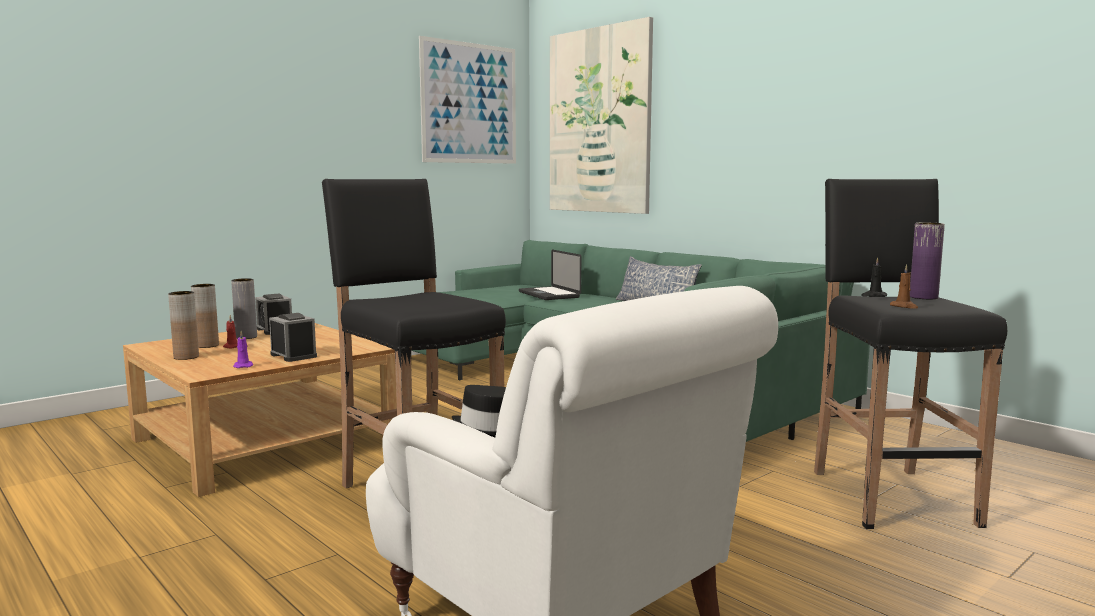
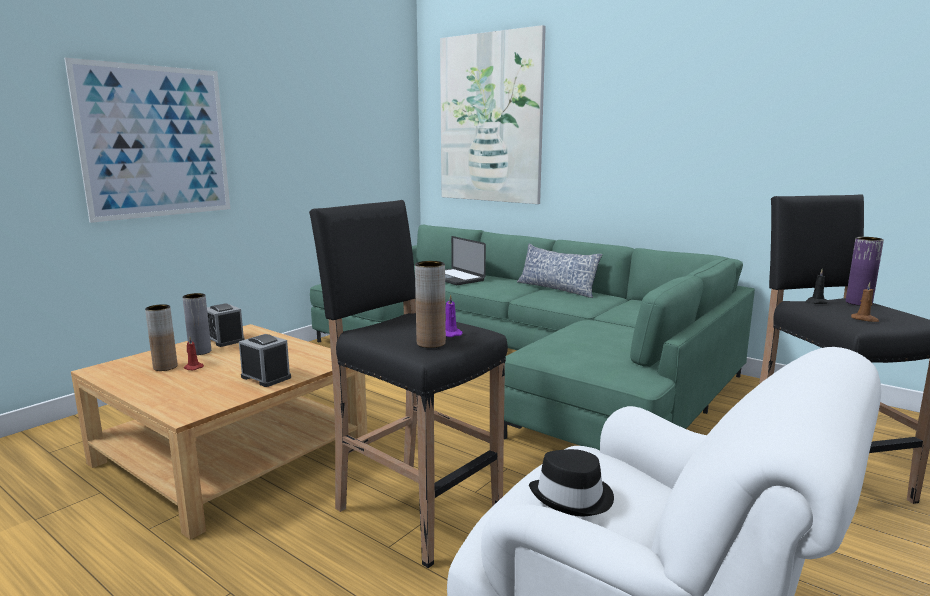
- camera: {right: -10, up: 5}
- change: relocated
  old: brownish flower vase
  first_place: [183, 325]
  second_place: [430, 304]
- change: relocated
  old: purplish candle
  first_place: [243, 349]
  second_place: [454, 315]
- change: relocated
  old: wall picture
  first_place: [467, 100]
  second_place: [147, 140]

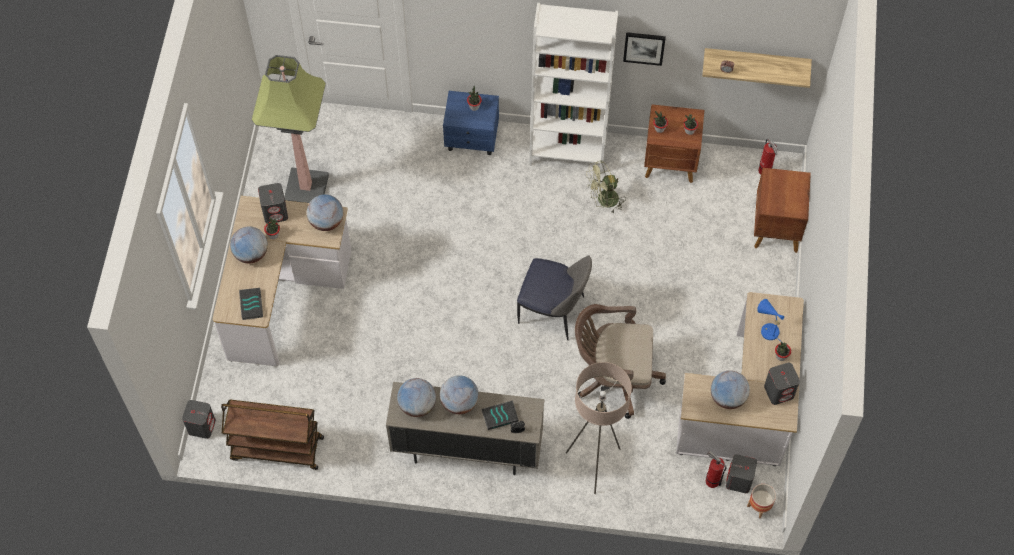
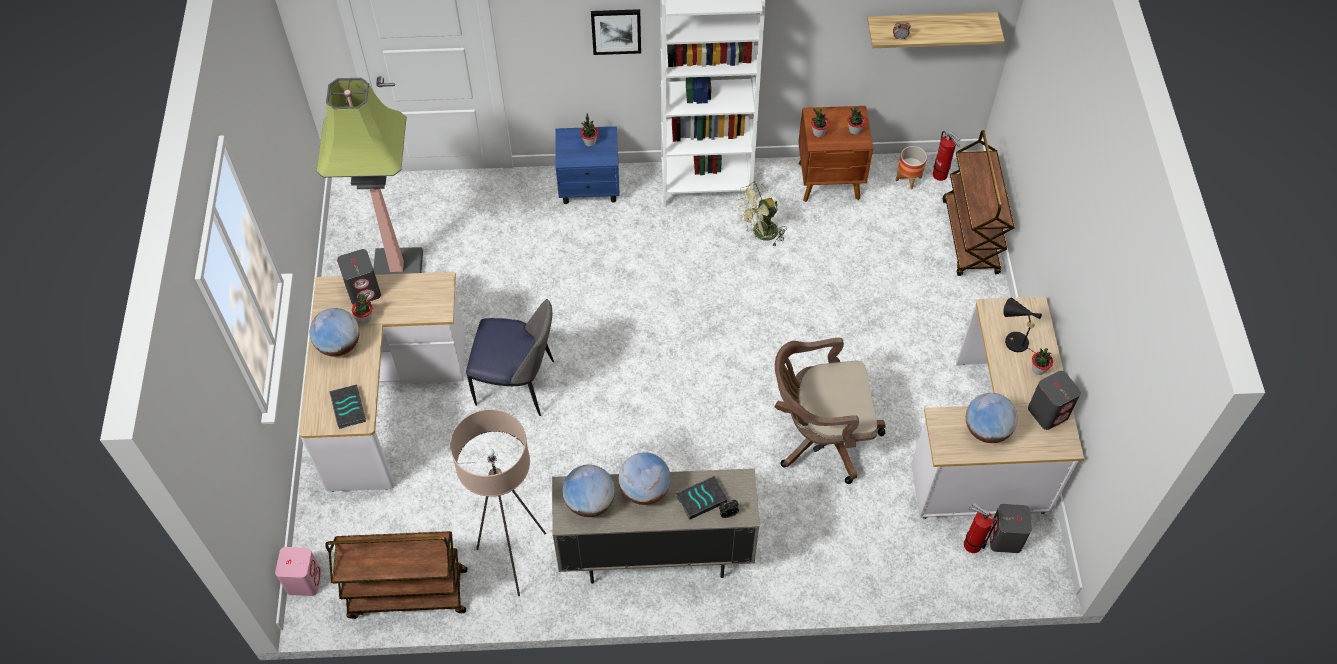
- camera: {right: -10, up: -5}
- change: missing
  old: world globe
  first_place: [325, 212]
- change: relocated
  old: chair
  first_place: [554, 297]
  second_place: [510, 357]
- change: relocated
  old: beige-coloured standing lamp
  first_place: [599, 428]
  second_place: [498, 502]
- change: relocated
  old: wall picture
  first_place: [644, 49]
  second_place: [616, 32]
- change: relocated
  old: planter
  first_place: [761, 501]
  second_place: [911, 167]
- change: exchanged
  old: brownish night table
  new: brownish cart
  first_place: [782, 210]
  second_place: [978, 203]
- change: colour
  old: gray loudspeaker
  new: pink loudspeaker
  first_place: [199, 419]
  second_place: [298, 571]
- change: colour
  old: blue-coloured table lamp
  new: black table lamp
  first_place: [770, 319]
  second_place: [1022, 325]

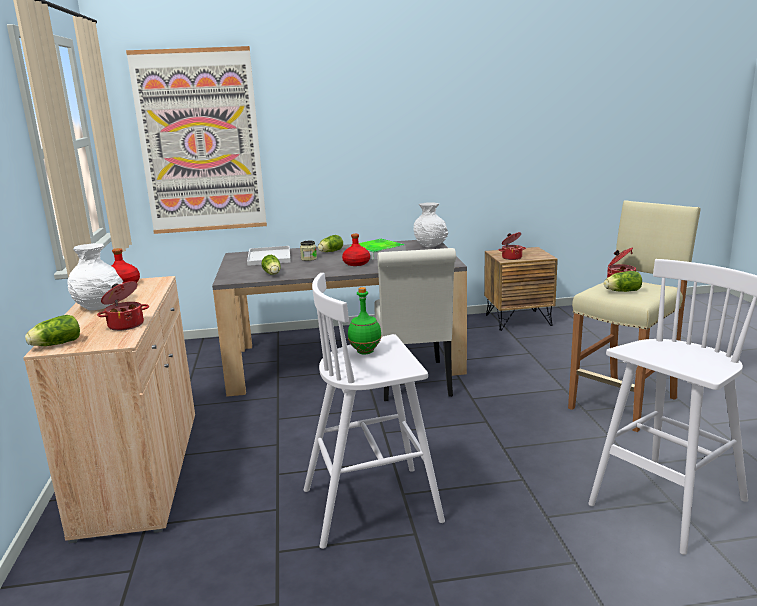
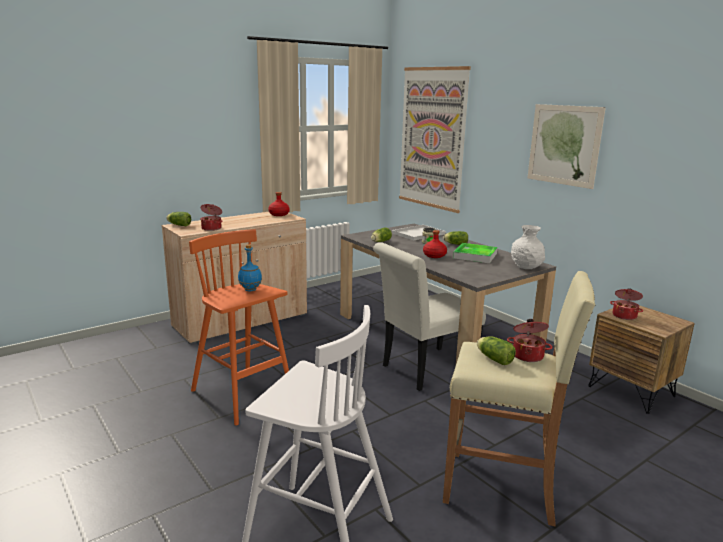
- camera: {right: 60, up: 0}
- change: missing
  old: white-coloured flower vase
  first_place: [95, 277]
- change: appeared
  new: wall picture
  second_place: [567, 146]
- change: colour
  old: white-coloured stool seat
  new: orange stool seat
  first_place: [374, 411]
  second_place: [239, 327]
- change: colour
  old: greenish bottle
  new: blue-coloured bottle
  first_place: [365, 320]
  second_place: [250, 268]

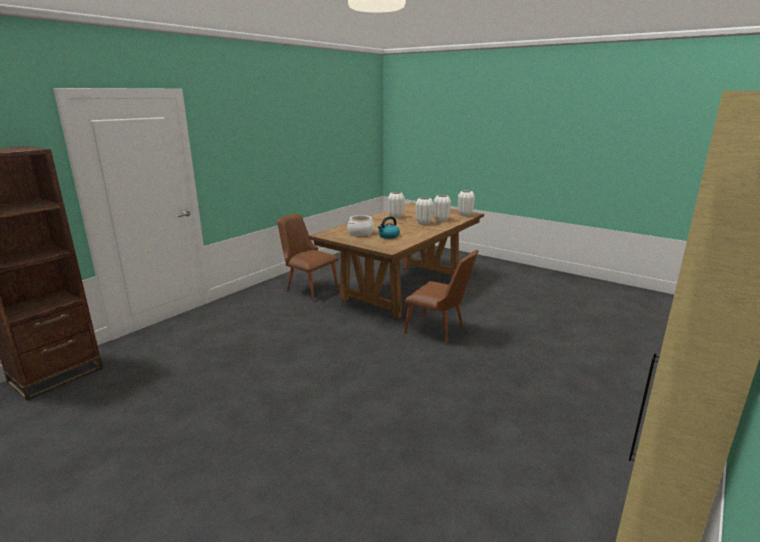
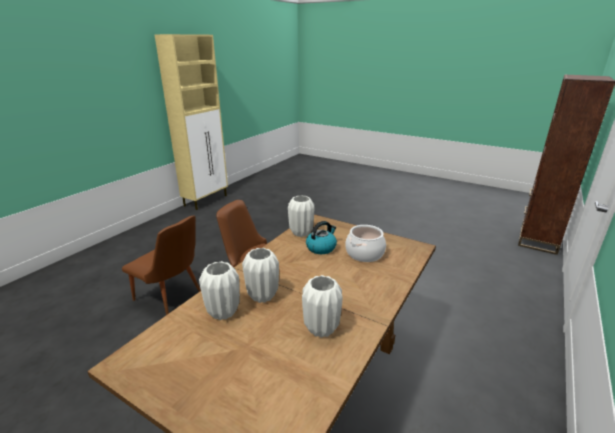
- camera: {right: 175, up: 5}
- change: relocated
  old: brownish chair
  first_place: [308, 258]
  second_place: [161, 265]
- change: relocated
  old: white-coloured flower vase
  first_place: [466, 203]
  second_place: [301, 216]

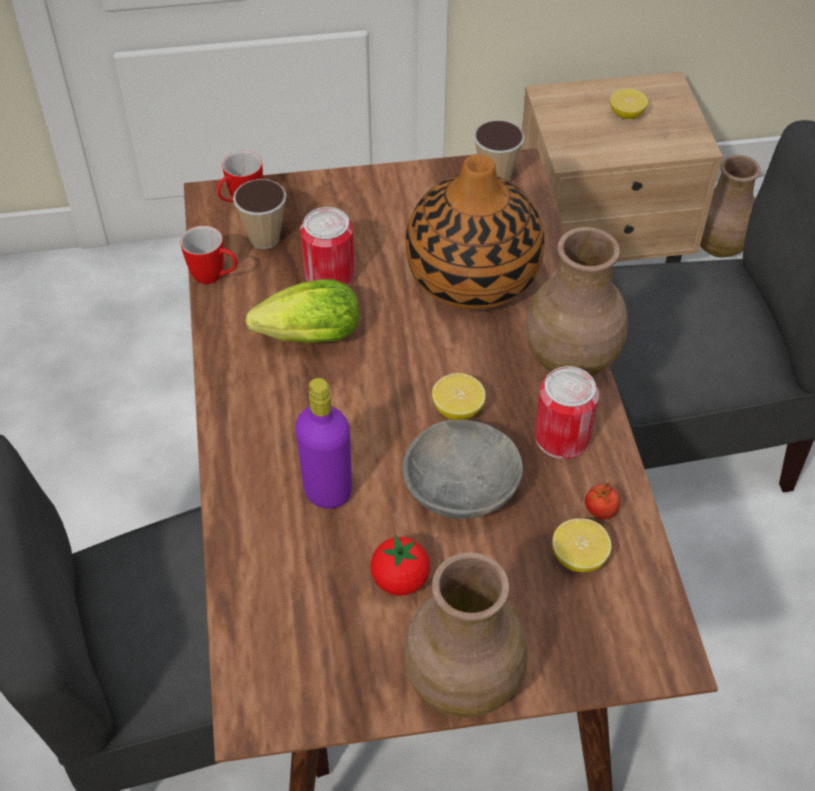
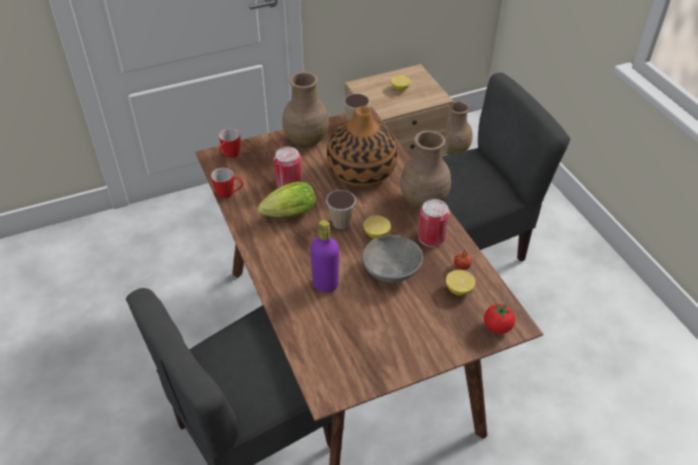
- camera: {right: -15, up: -5}
- change: relocated
  old: small cup
  first_place: [259, 214]
  second_place: [341, 209]
- change: relocated
  old: fresh tomato
  first_place: [400, 565]
  second_place: [499, 318]
- change: relocated
  old: brownish flower vase
  first_place: [465, 635]
  second_place: [305, 109]

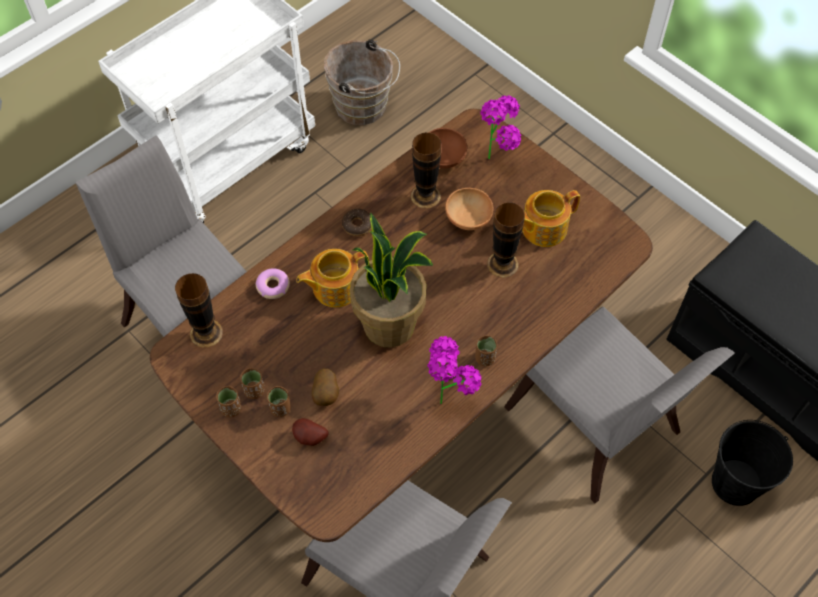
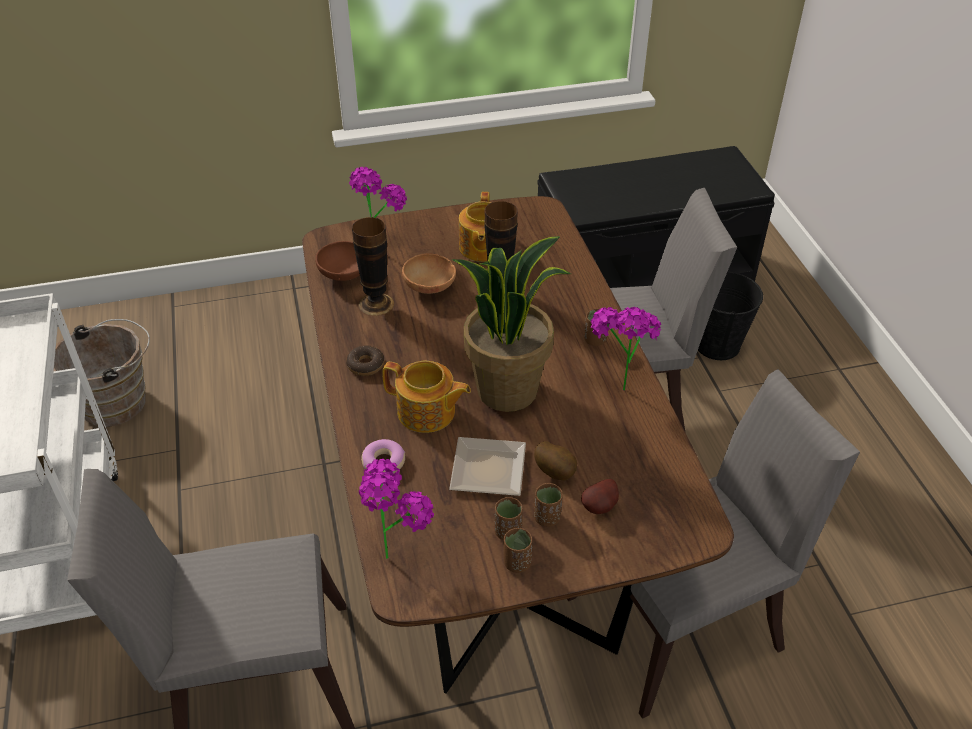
- camera: {right: -60, up: -15}
- change: appeared
  new: dinner plate
  second_place: [487, 466]
- change: exchanged
  old: flower vase
  new: houseplant
  first_place: [199, 310]
  second_place: [396, 509]
- change: spun
  old: teapot
  first_place: [332, 278]
  second_place: [426, 397]
  degrees: -75

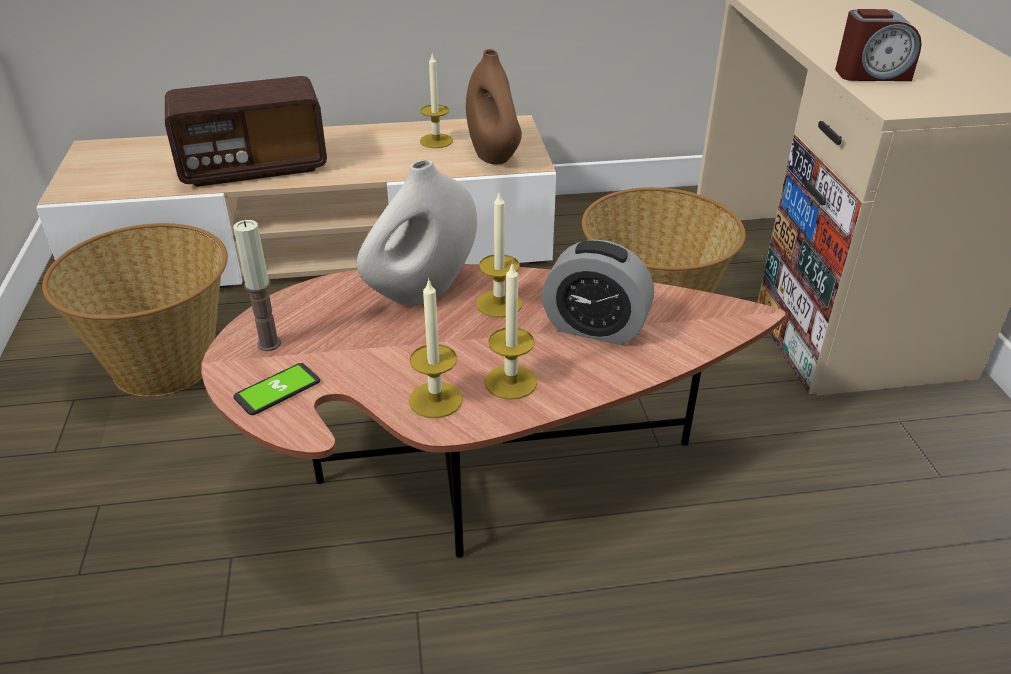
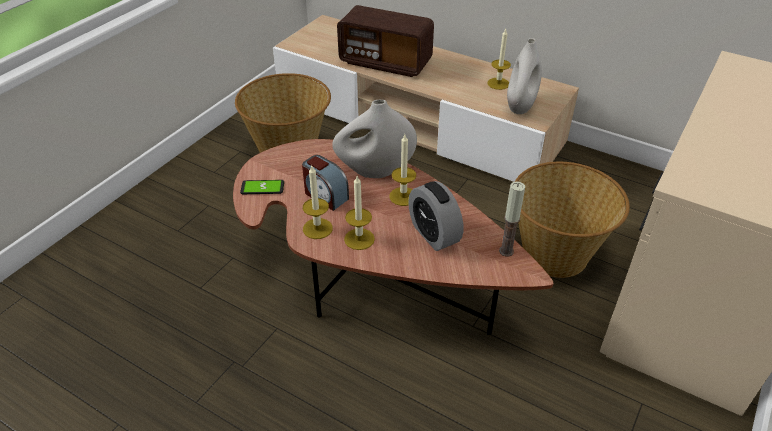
- camera: {right: 40, up: 5}
- change: relocated
  old: candle
  first_place: [257, 285]
  second_place: [512, 219]
- change: relocated
  old: bedside clock
  first_place: [878, 45]
  second_place: [325, 183]
- change: colour
  old: brownish flower vase
  new: white-coloured flower vase
  first_place: [494, 107]
  second_place: [524, 76]

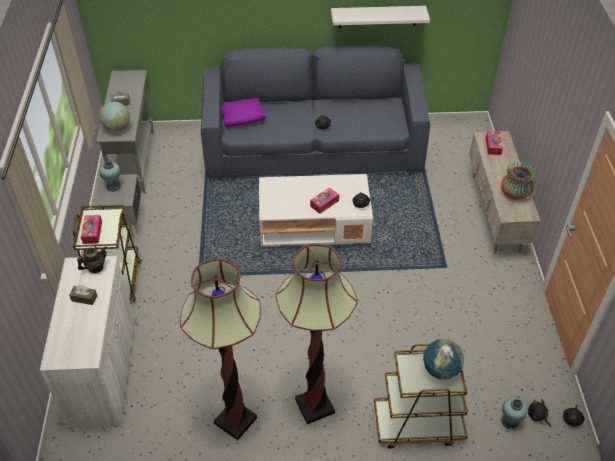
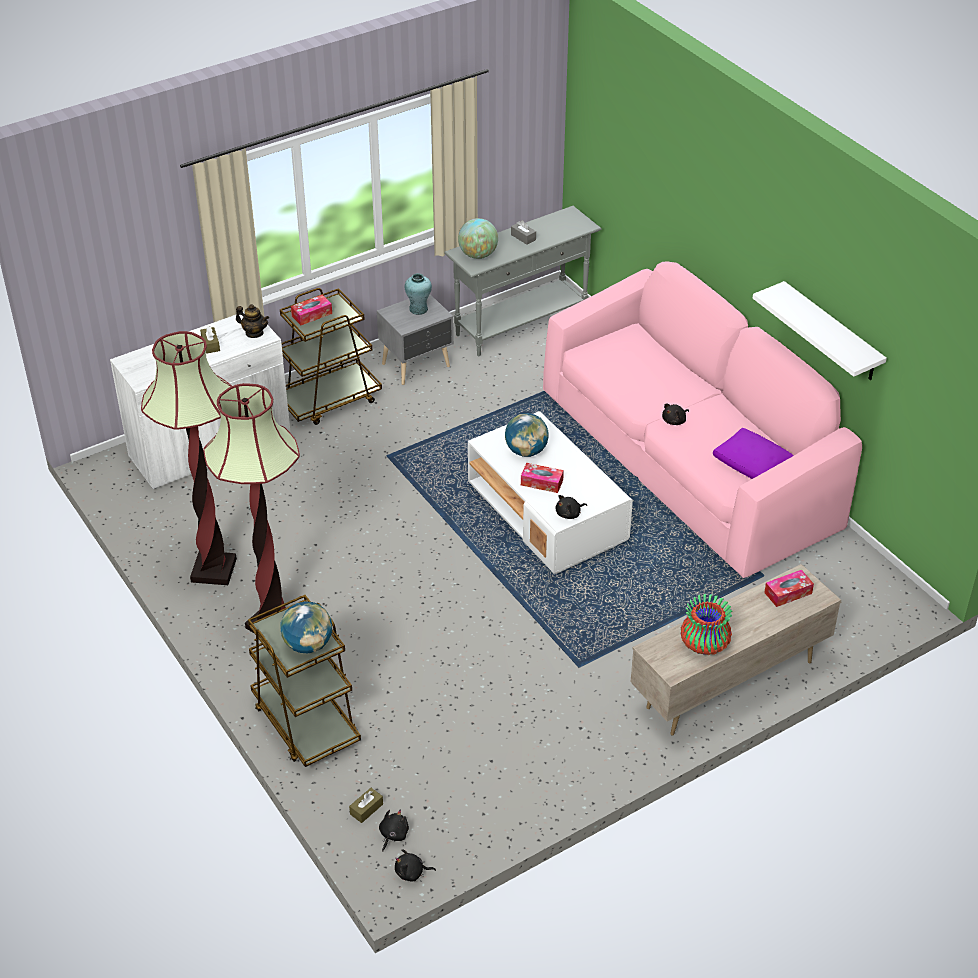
- camera: {right: 60, up: -5}
- change: appeared
  new: world globe
  second_place: [527, 435]
- change: relocated
  old: purplish cushion
  first_place: [244, 112]
  second_place: [753, 453]
- change: exchanged
  old: turquoise-coloured flower vase
  new: brownish box of tissues
  first_place: [514, 413]
  second_place: [366, 805]
- change: colour
  old: blue-coloured settee
  new: pink settee
  first_place: [315, 111]
  second_place: [702, 419]

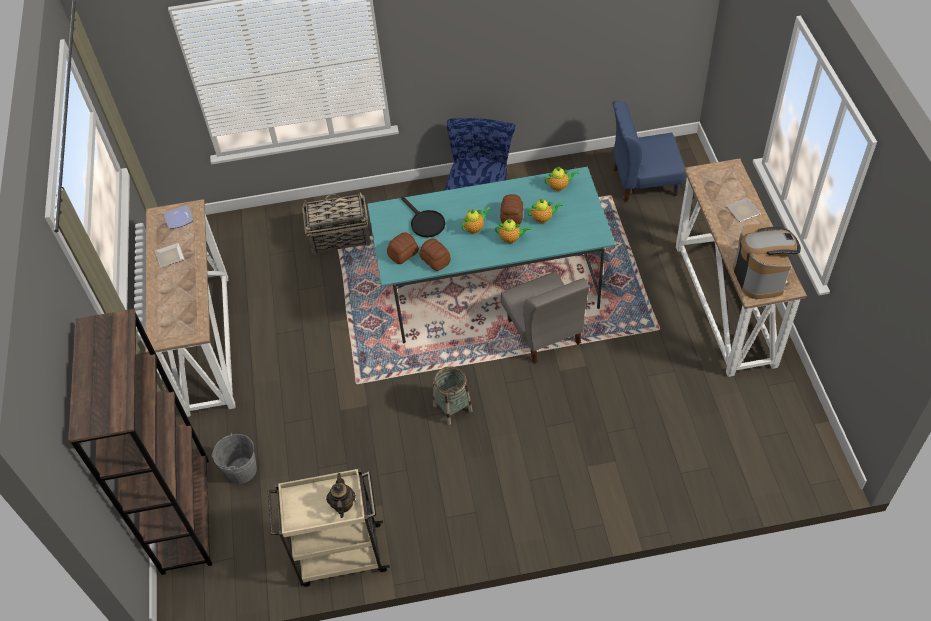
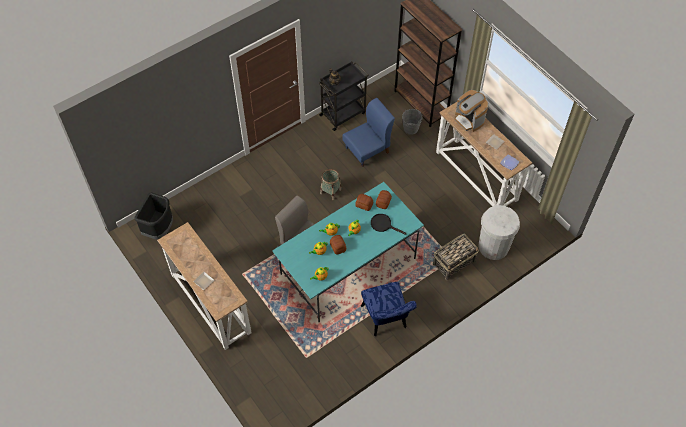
- camera: {right: 150, up: 5}
- change: appeared
  new: black trash can
  second_place: [153, 215]
- change: appeared
  new: white-coloured trash can
  second_place: [499, 232]
- change: relocated
  old: blue-coloured chair
  first_place: [649, 151]
  second_place: [368, 132]
- change: relocated
  old: coffee maker
  first_place: [767, 261]
  second_place: [471, 111]
- change: colour
  old: beige-coloured cart
  new: black cart
  first_place: [329, 527]
  second_place: [343, 96]

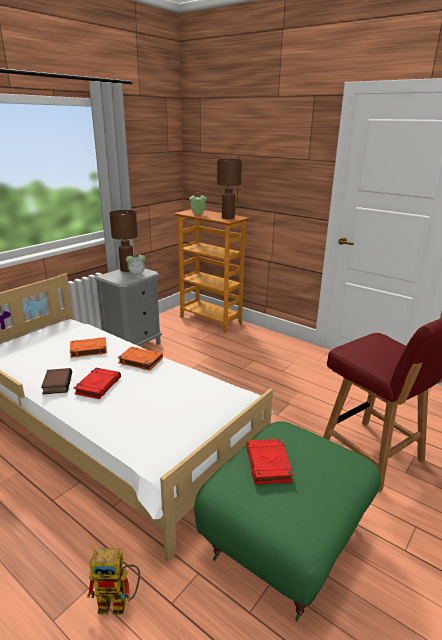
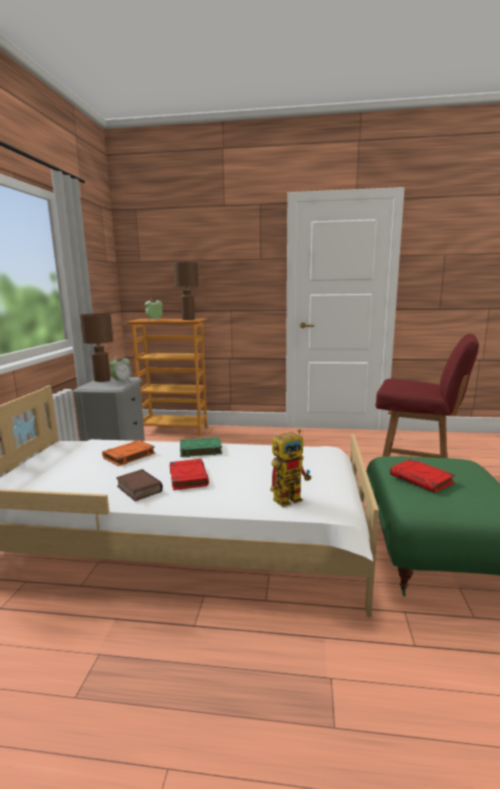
- camera: {right: -30, up: -10}
- change: relocated
  old: toy robot
  first_place: [113, 581]
  second_place: [291, 468]
- change: colour
  old: orange book
  new: greenish book
  first_place: [140, 359]
  second_place: [201, 447]

